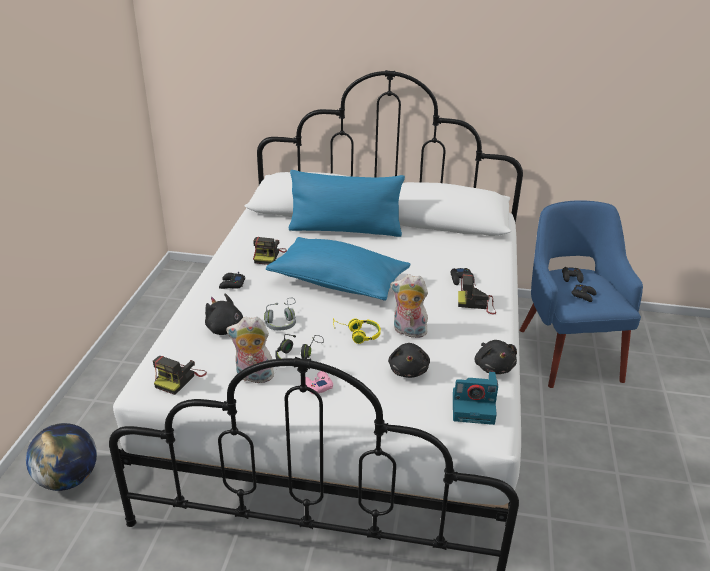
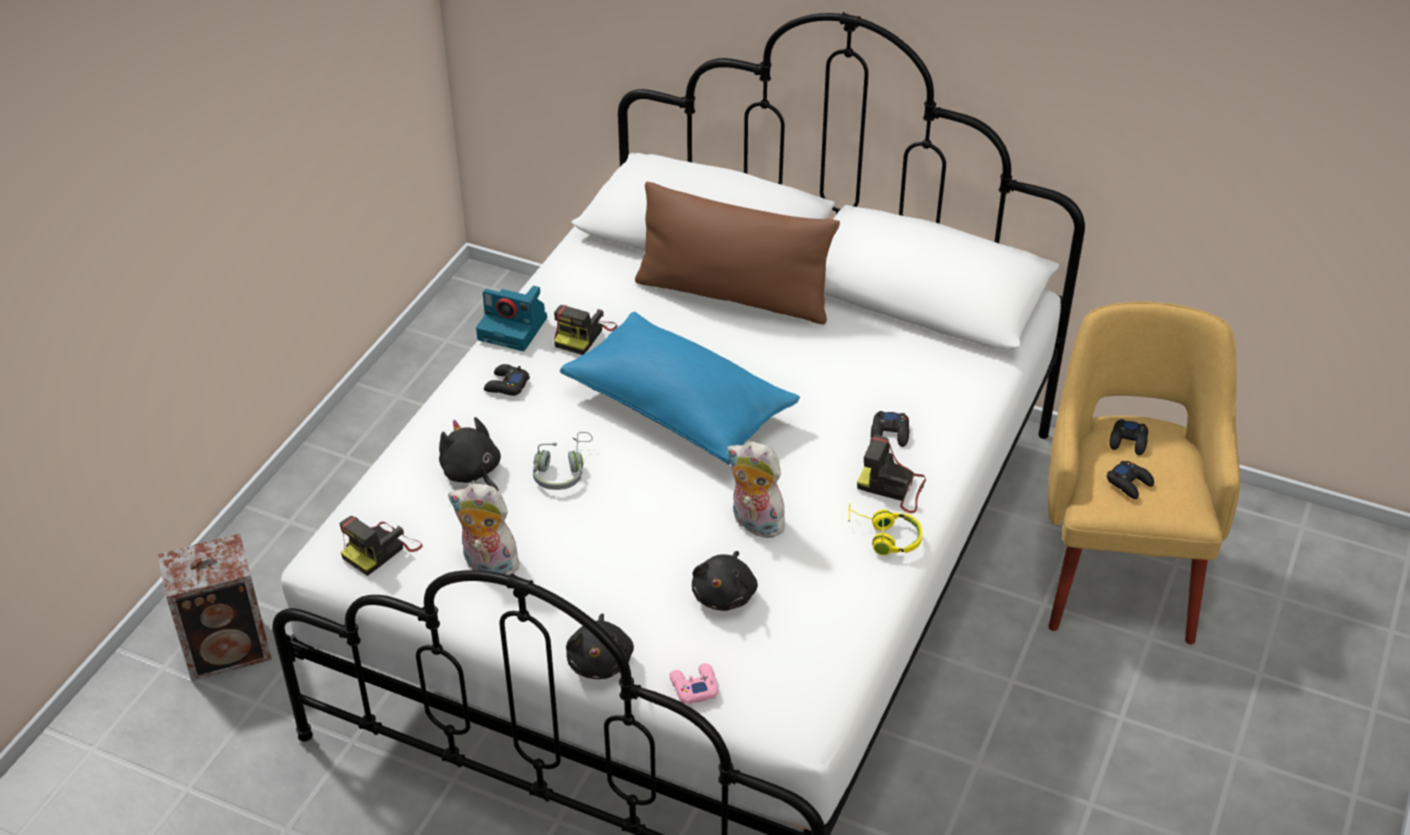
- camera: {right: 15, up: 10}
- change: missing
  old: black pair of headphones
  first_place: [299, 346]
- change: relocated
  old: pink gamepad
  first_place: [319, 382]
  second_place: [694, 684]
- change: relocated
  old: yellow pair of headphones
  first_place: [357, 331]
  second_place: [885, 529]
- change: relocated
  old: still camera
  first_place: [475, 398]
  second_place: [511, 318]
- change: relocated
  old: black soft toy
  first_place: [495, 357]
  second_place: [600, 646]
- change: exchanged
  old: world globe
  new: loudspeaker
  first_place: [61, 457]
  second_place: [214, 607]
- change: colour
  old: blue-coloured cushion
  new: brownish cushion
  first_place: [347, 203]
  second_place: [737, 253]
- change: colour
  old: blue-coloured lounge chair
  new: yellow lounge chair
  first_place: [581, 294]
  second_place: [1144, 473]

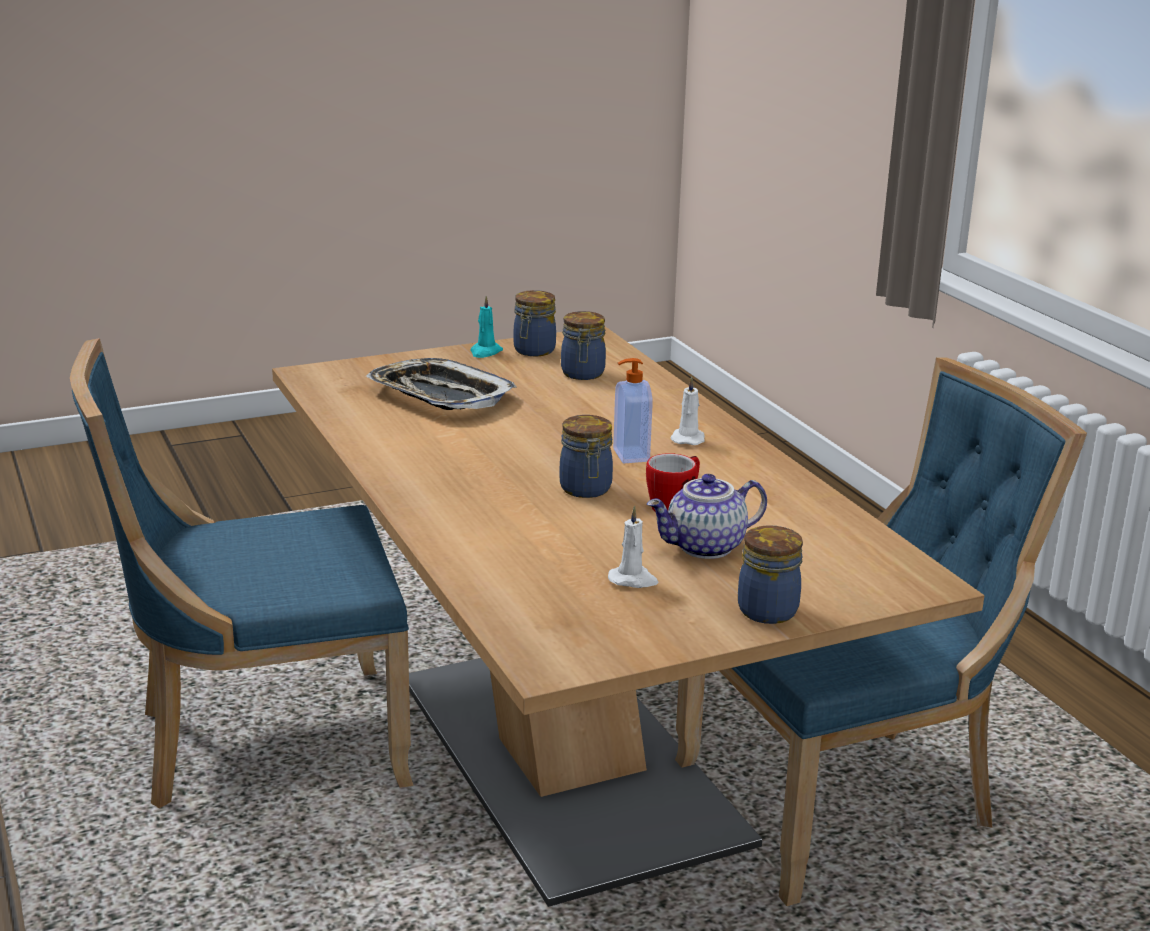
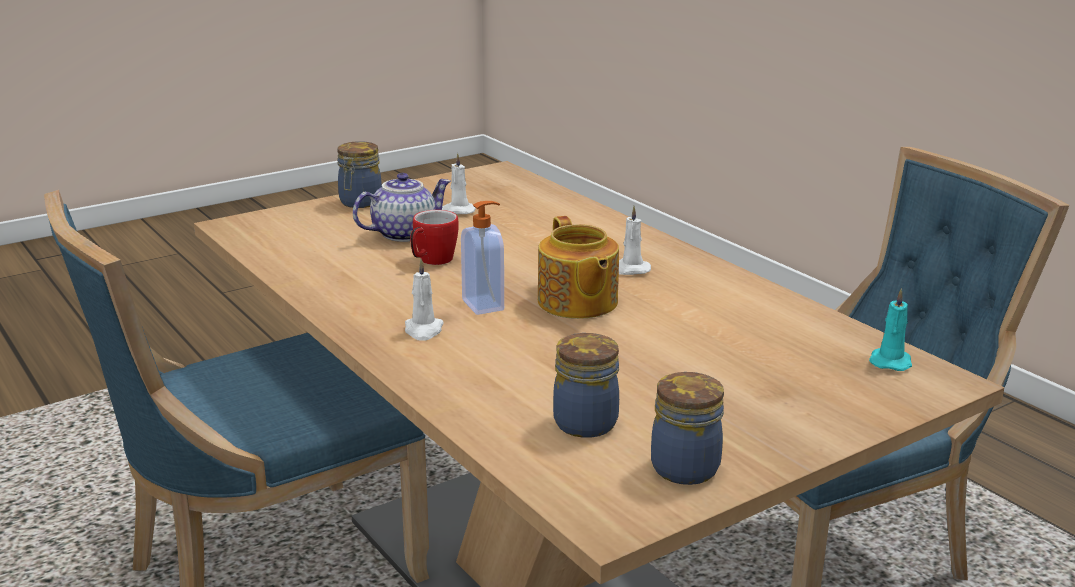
- camera: {right: 170, up: 0}
- change: missing
  old: tray
  first_place: [441, 384]
- change: missing
  old: preserve jar
  first_place: [586, 456]
- change: appeared
  new: teapot
  second_place: [578, 267]
- change: appeared
  new: white-coloured candle
  second_place: [635, 240]
- change: relocated
  old: turquoise-coloured candle
  first_place: [487, 327]
  second_place: [890, 329]

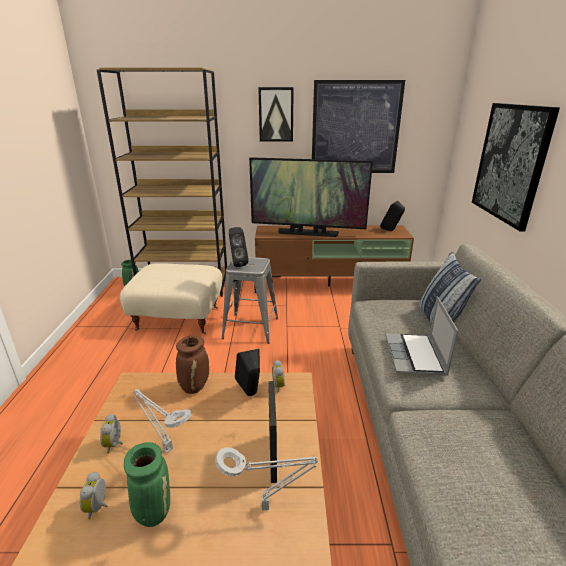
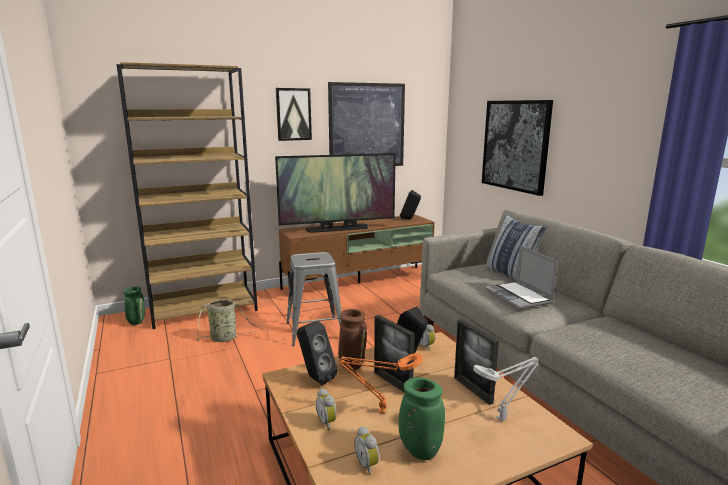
- camera: {right: -25, up: -10}
- change: appeared
  new: standing frame
  second_place: [394, 354]
- change: relocated
  old: black loudspeaker
  first_place: [239, 247]
  second_place: [317, 353]
- change: exchanged
  old: beige-coloured footrest
  new: household basket
  first_place: [171, 298]
  second_place: [229, 321]
- change: colour
  old: gray table lamp
  new: orange table lamp
  first_place: [162, 421]
  second_place: [381, 383]

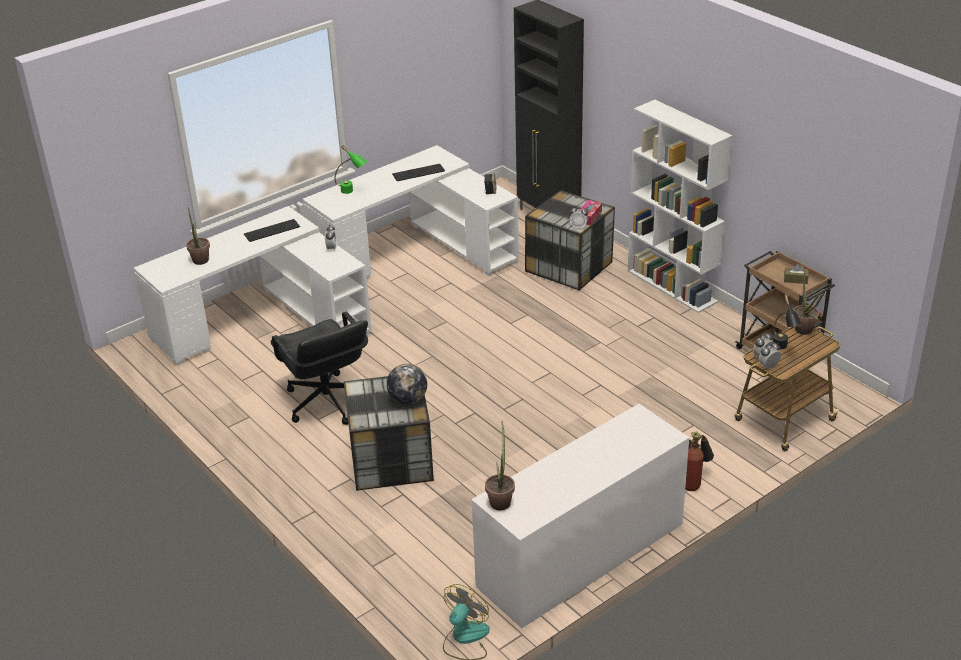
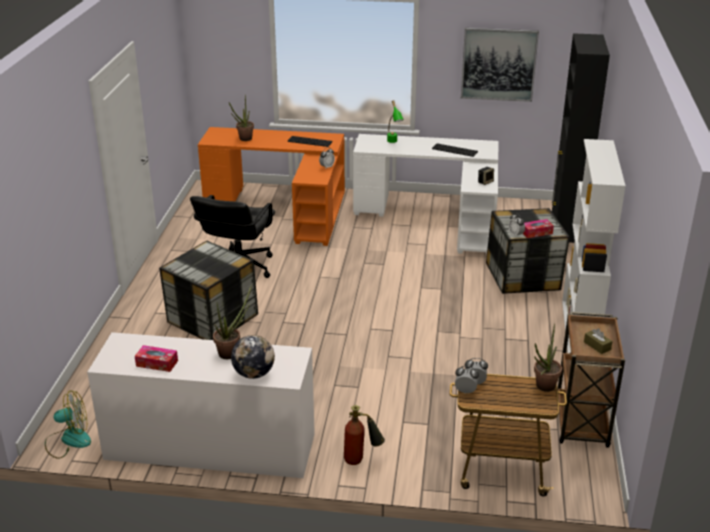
- camera: {right: 45, up: -5}
- change: missing
  old: black table lamp
  first_place: [787, 322]
- change: appeared
  new: box of tissues
  second_place: [156, 358]
- change: appeared
  new: wall picture
  second_place: [500, 65]
- change: relocated
  old: world globe
  first_place: [407, 384]
  second_place: [253, 357]
- change: relocated
  old: houseplant
  first_place: [500, 465]
  second_place: [232, 322]
- change: colour
  old: white-coloured desk table
  new: orange desk table
  first_place: [253, 285]
  second_place: [271, 186]

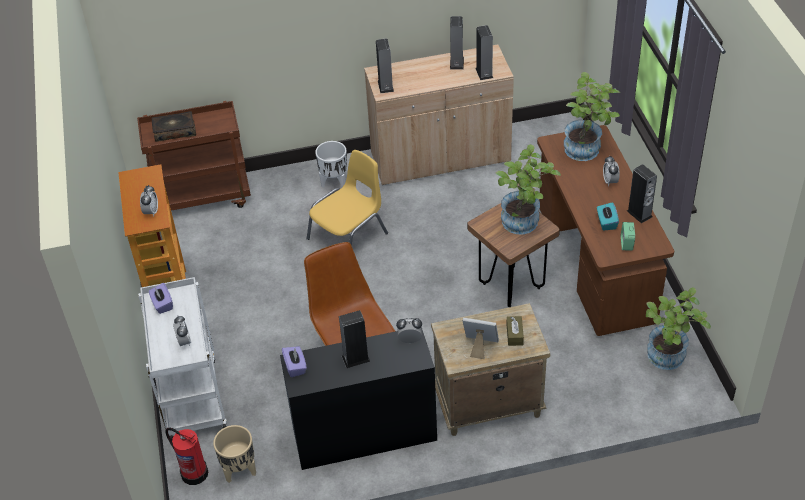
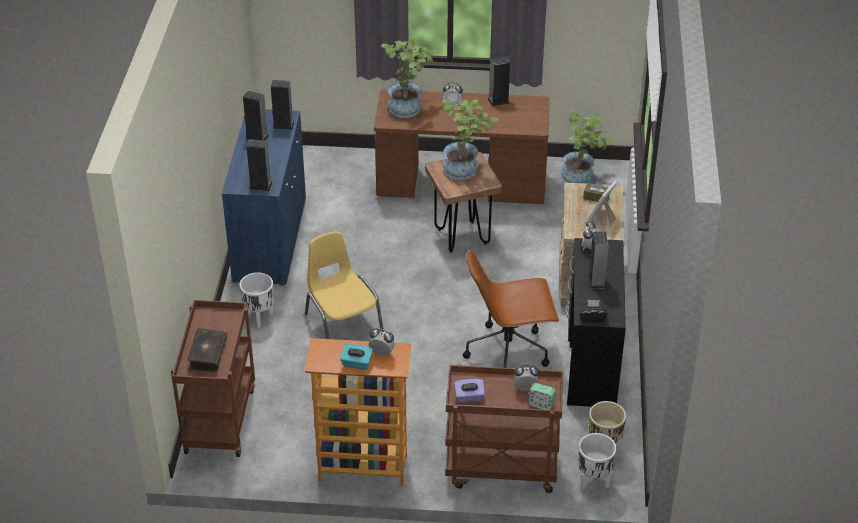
- camera: {right: -75, up: -5}
- change: relocated
  old: turquoise-coloured box of tissues
  first_place: [608, 216]
  second_place: [356, 357]
- change: relocated
  old: bedside clock
  first_place: [628, 236]
  second_place: [542, 396]
- change: exchanged
  old: fire extinguisher
  new: white-coloured planter
  first_place: [186, 456]
  second_place: [597, 461]
- change: colour
  old: white-coloured cart
  new: brownish cart
  first_place: [182, 359]
  second_place: [504, 428]
- change: colour
  old: purplish box of tissues
  new: black box of tissues
  first_place: [294, 361]
  second_place: [593, 311]
- change: colour
  old: beige-coloured cupboard
  new: blue-coloured cupboard
  first_place: [439, 114]
  second_place: [264, 197]

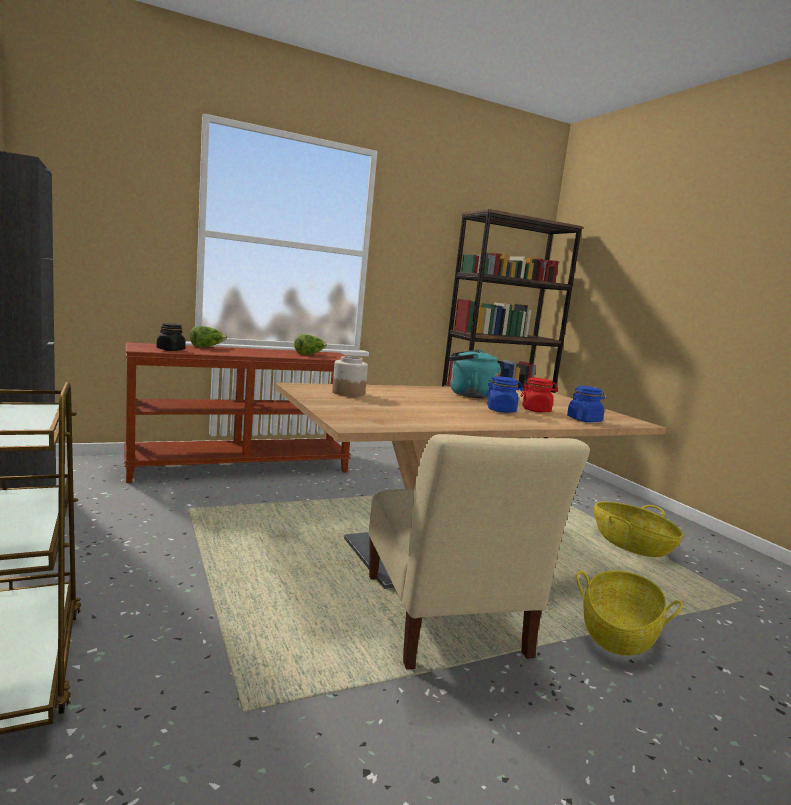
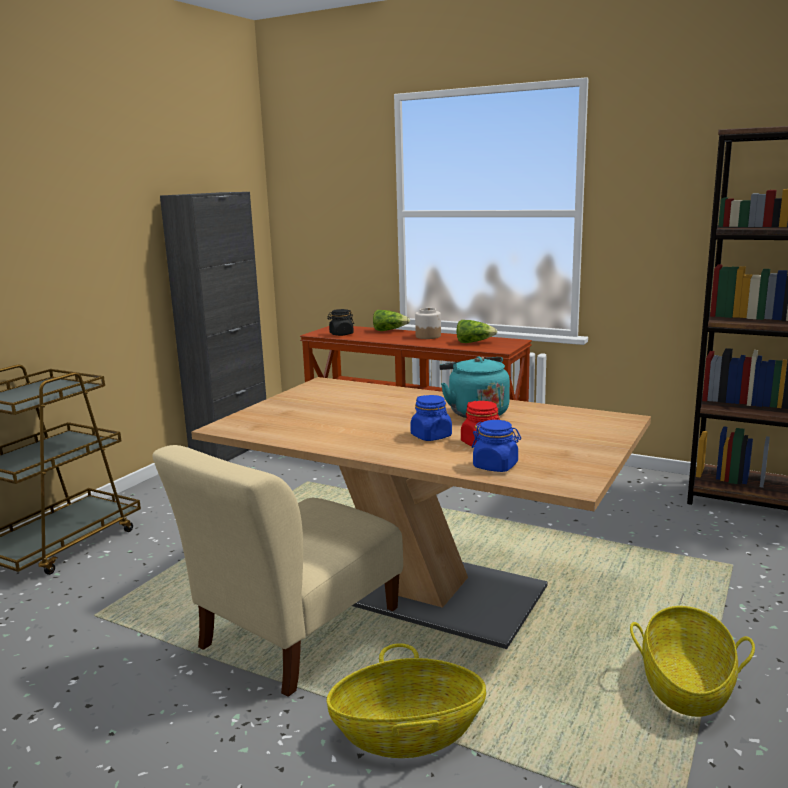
- camera: {right: 55, up: 5}
- change: relocated
  old: preserve jar
  first_place: [350, 376]
  second_place: [428, 323]

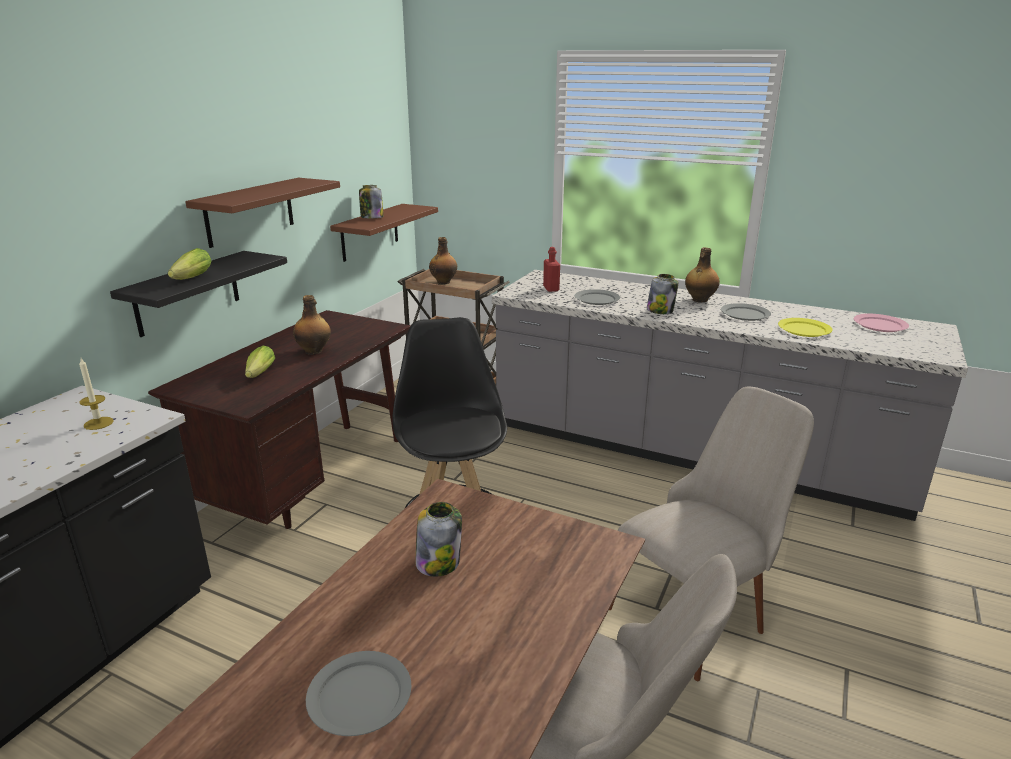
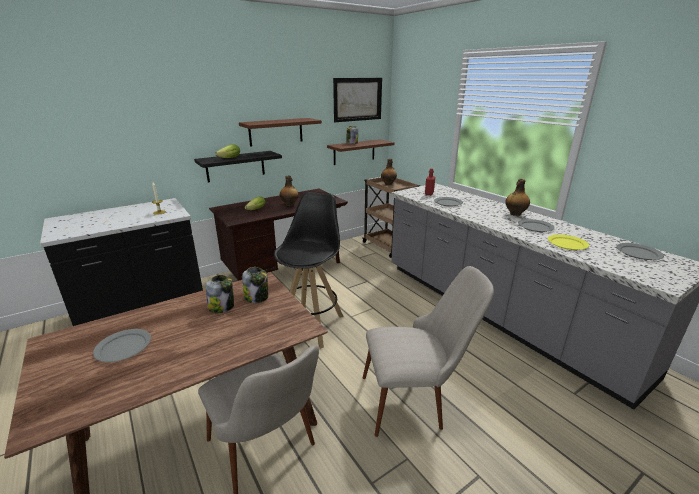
- camera: {right: 30, up: 0}
- change: appeared
  new: wall picture
  second_place: [357, 100]
- change: relocated
  old: preserve jar
  first_place: [662, 294]
  second_place: [255, 285]
- change: colour
  old: pink dinner plate
  new: gray dinner plate
  first_place: [881, 323]
  second_place: [640, 251]

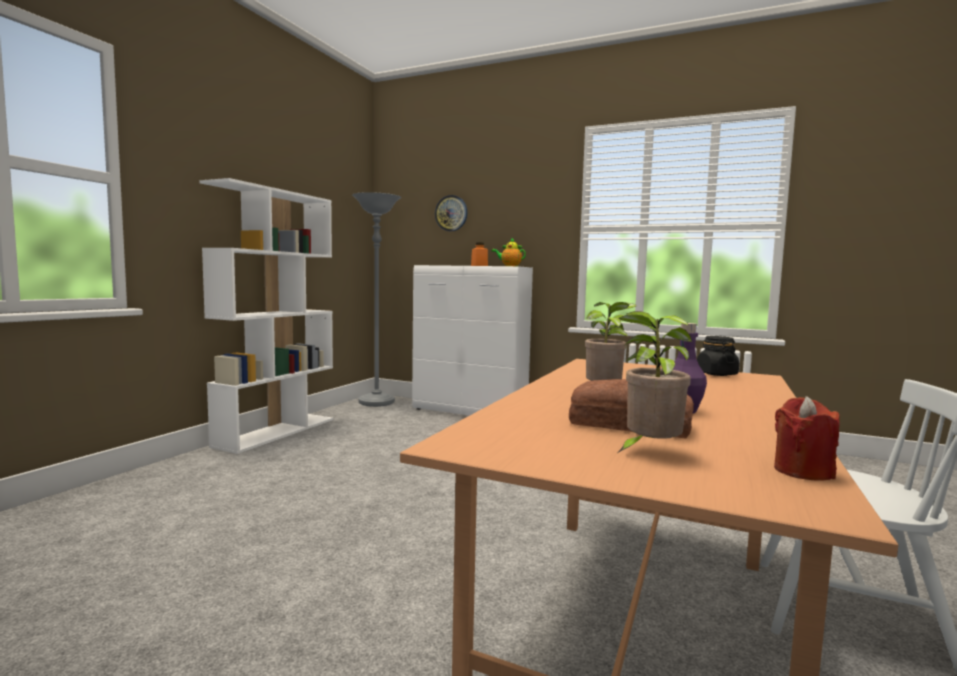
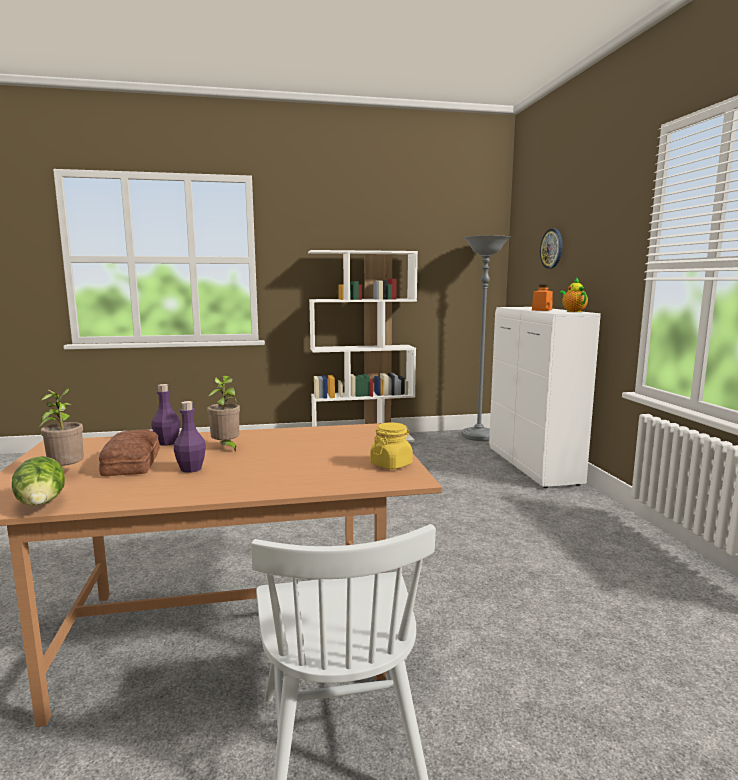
- camera: {right: 55, up: 5}
- change: appeared
  new: purplish bottle
  second_place: [165, 415]
- change: exchanged
  old: reddish candle
  new: lettuce head
  first_place: [807, 438]
  second_place: [38, 481]
- change: colour
  old: black preserve jar
  new: yellow preserve jar
  first_place: [718, 356]
  second_place: [391, 445]

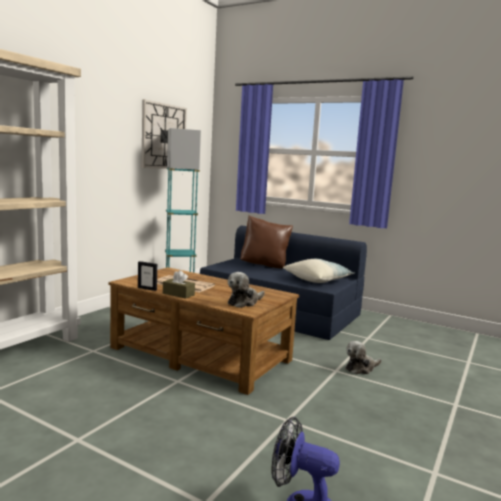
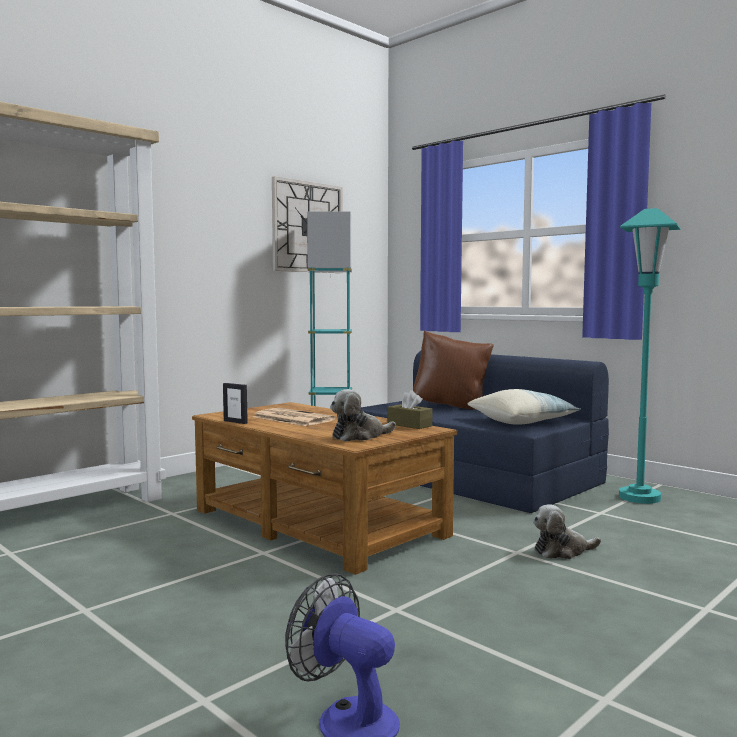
- camera: {right: 15, up: -5}
- change: appeared
  new: turquoise-coloured standing lamp
  second_place: [649, 356]
- change: relocated
  old: brownish box of tissues
  first_place: [179, 284]
  second_place: [409, 409]

